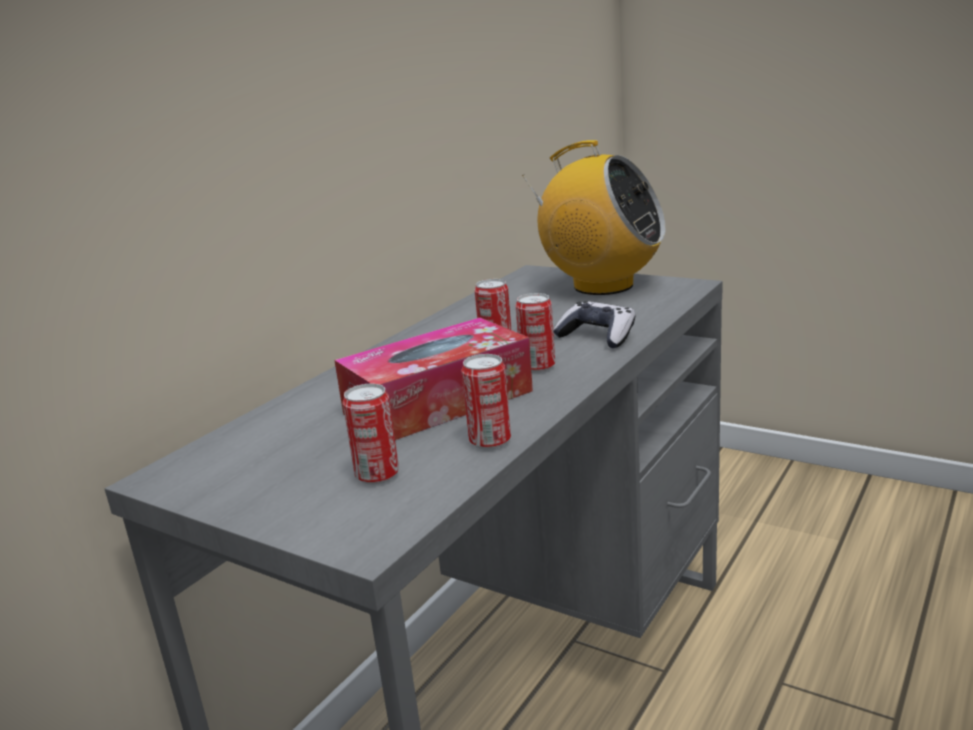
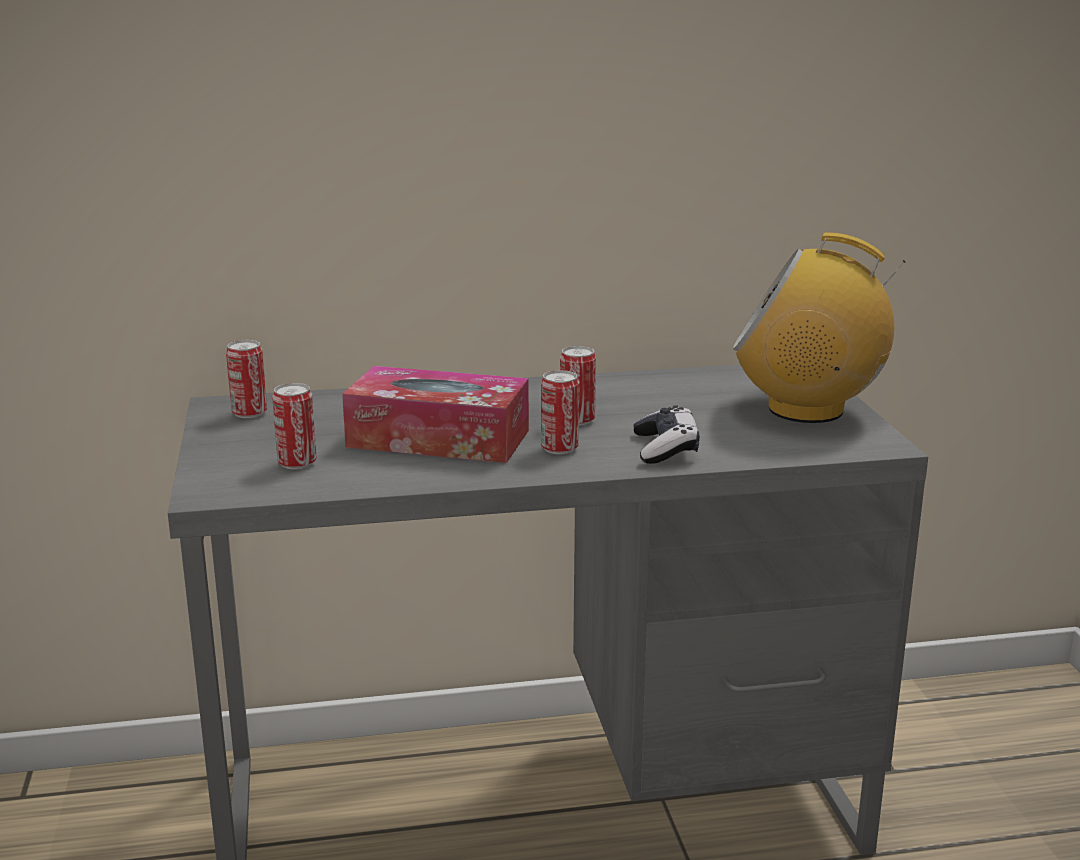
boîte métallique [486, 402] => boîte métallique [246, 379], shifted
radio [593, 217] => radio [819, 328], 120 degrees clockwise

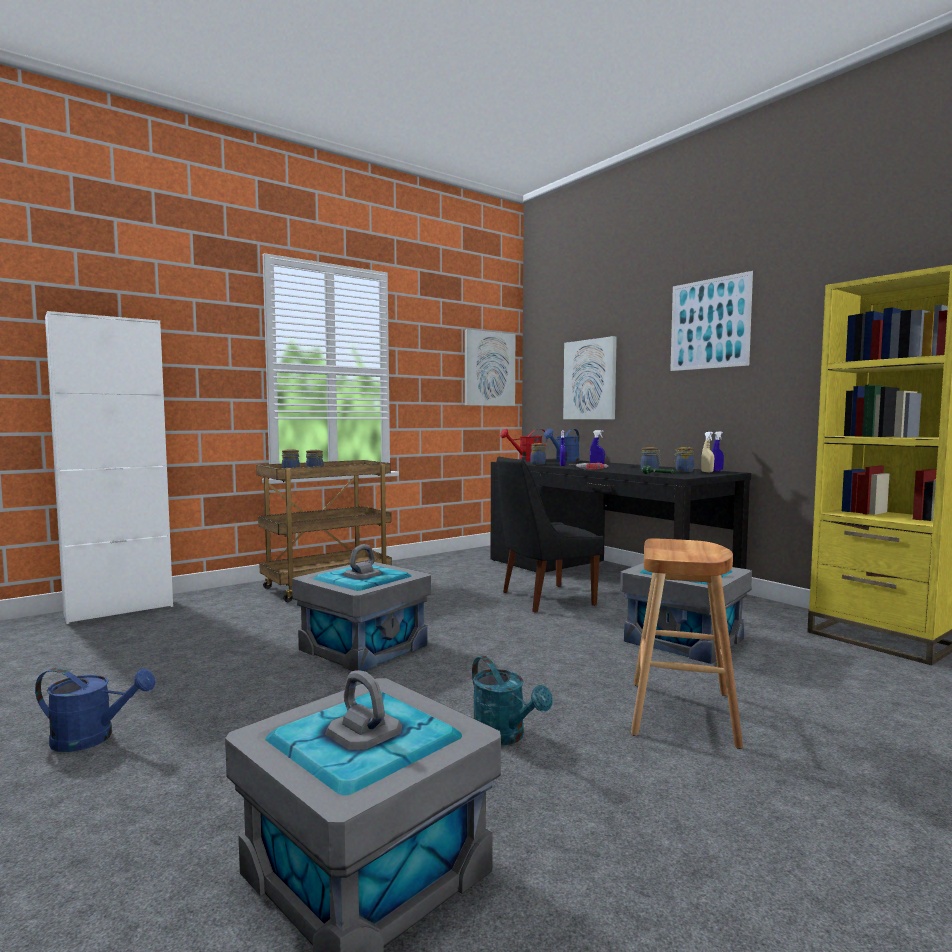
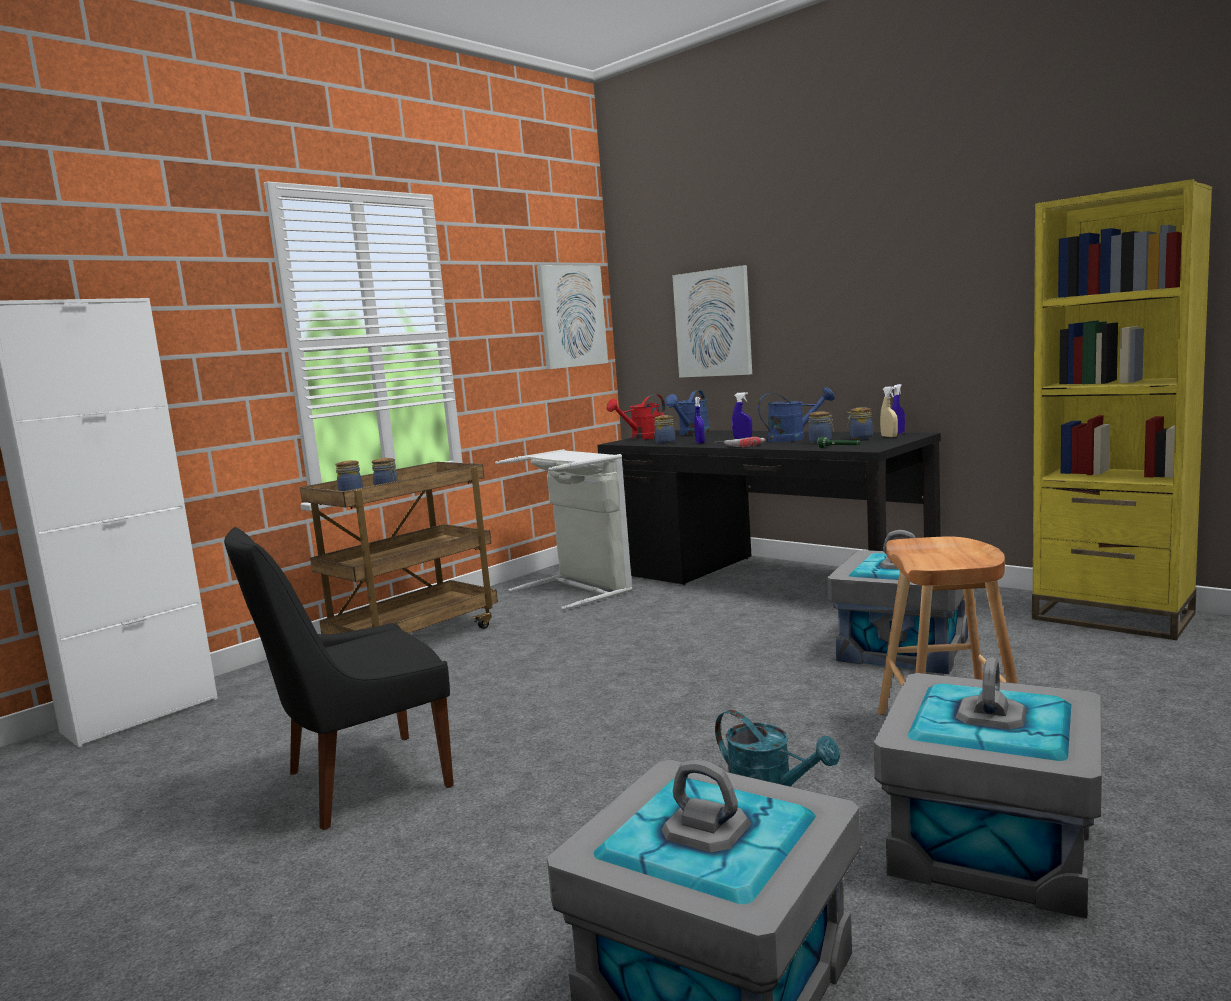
chaise (noir) [550, 535] => chaise (noir) [339, 678], shifted
nothing => panier à linge (gris) [563, 529]
arrosoir (bleu) [95, 710] => arrosoir (bleu) [796, 414], shifted
boîte de rangement (gris) [361, 607] => boîte de rangement (gris) [988, 787], shifted
tableau [711, 321] => nothing

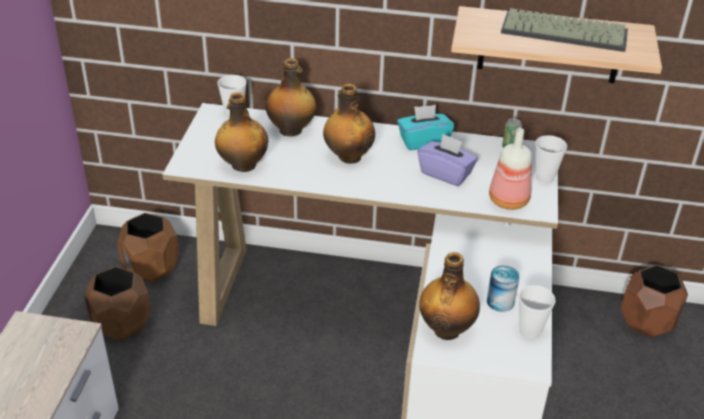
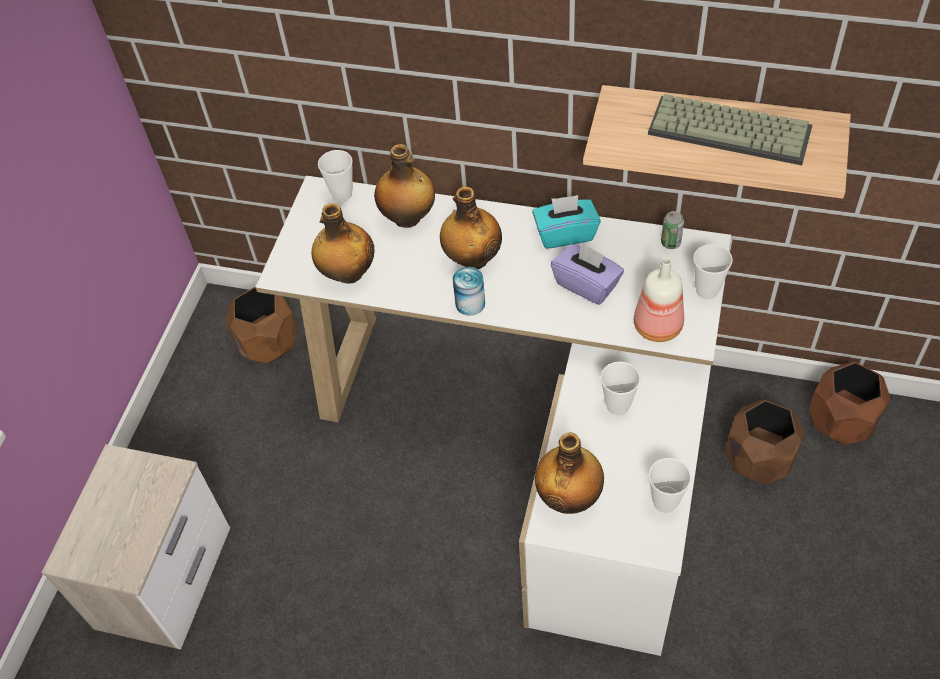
boîte métallique [503, 288] => boîte métallique [469, 291], shifted
nothing => tasse [620, 388]
cache-pot (marron) [117, 303] => cache-pot (marron) [765, 441], shifted

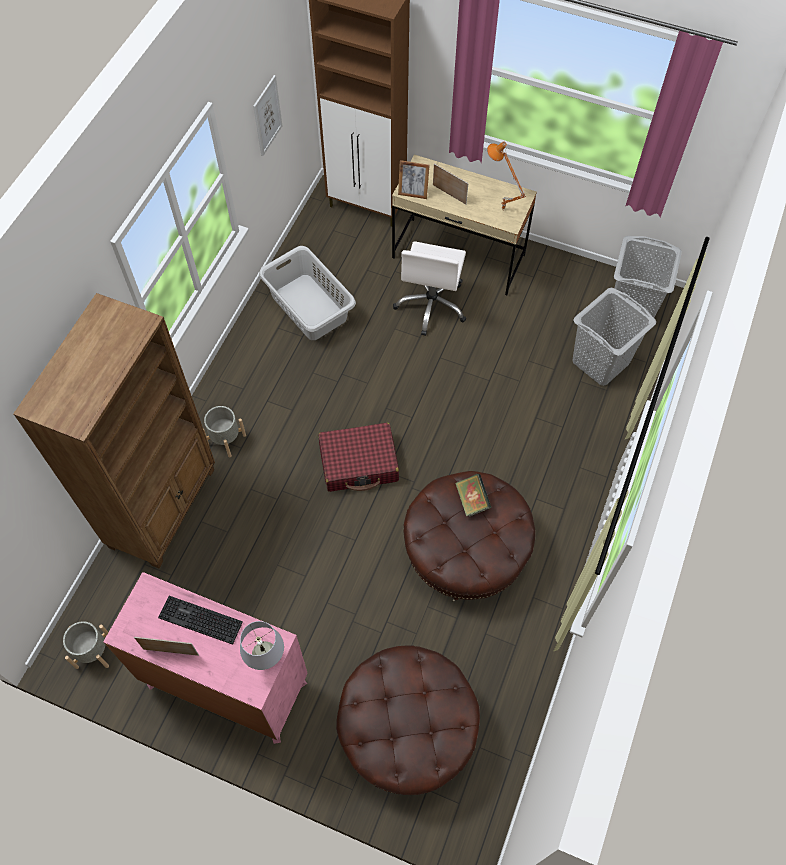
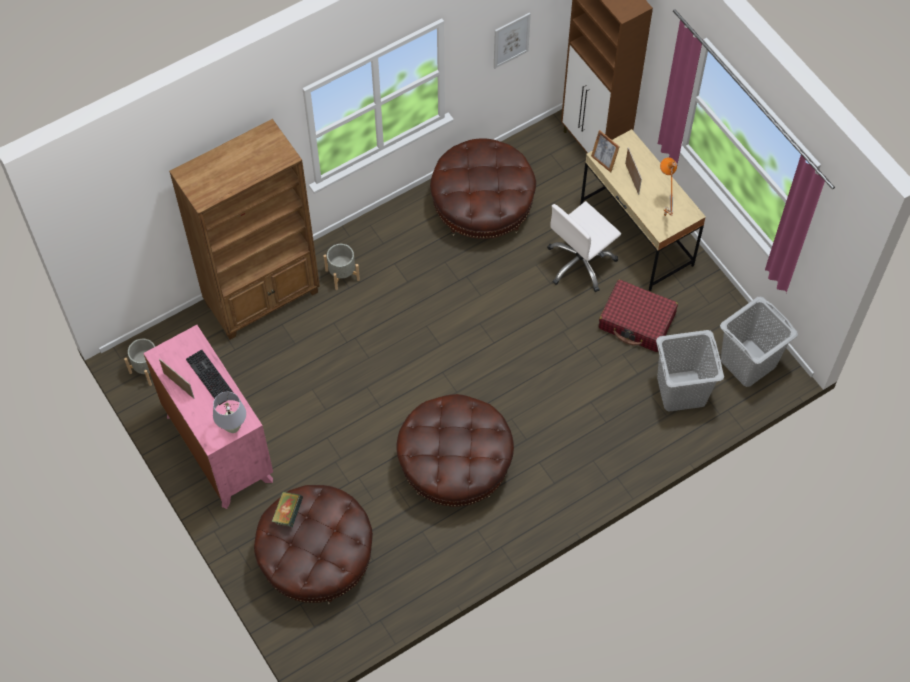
livre [473, 495] => livre [287, 509], shifted
panier à linge (gris) [307, 293] => pouf (marron) [483, 188]
valise (rouge) [358, 457] => valise (rouge) [638, 315], shifted

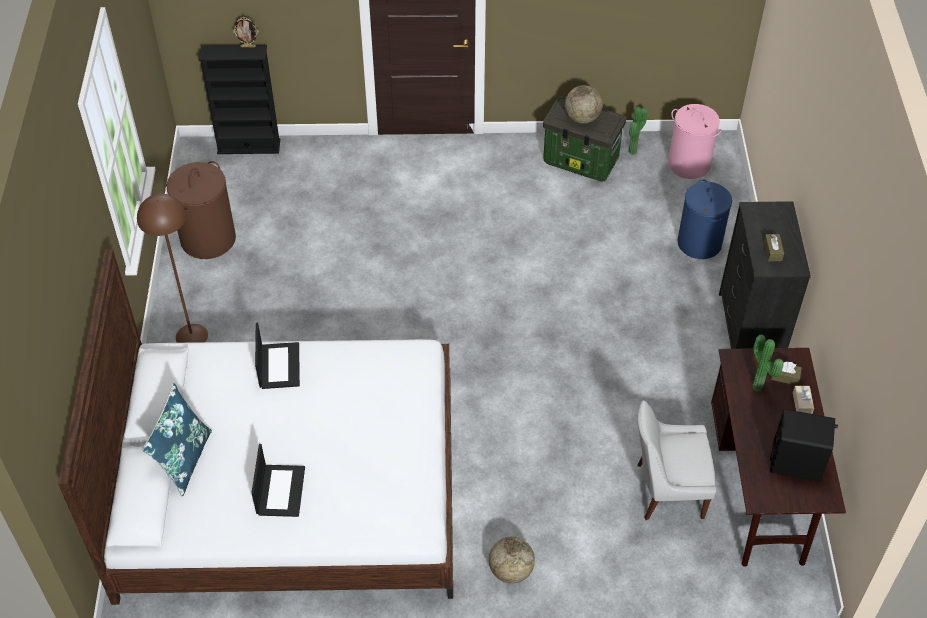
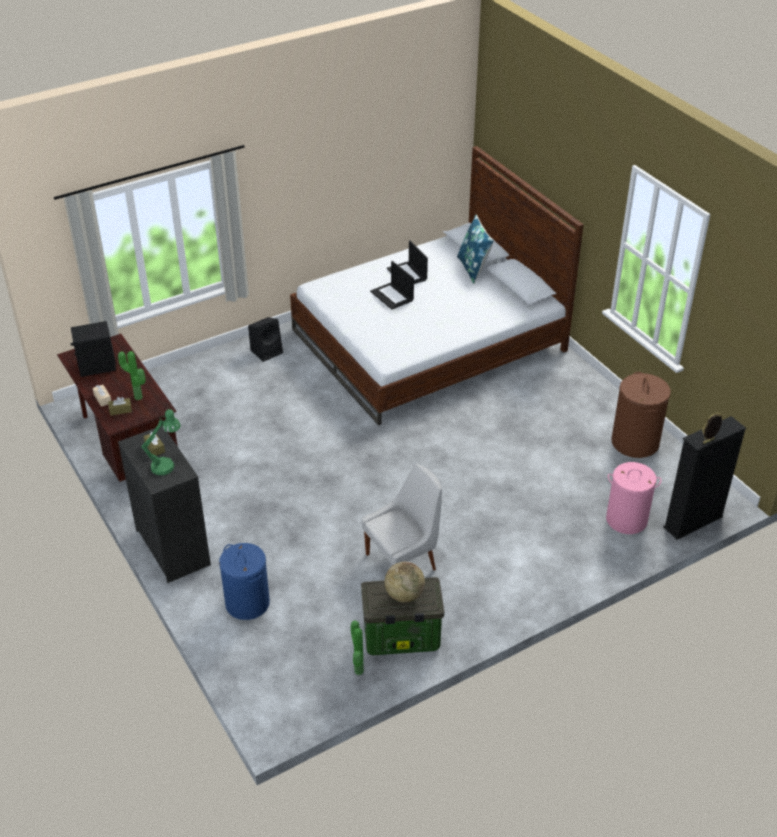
nothing => lampe de table (vert) [161, 442]
globe [512, 560] => enceinte (noir) [265, 339]
chaise (blanc) [676, 460] => chaise (blanc) [402, 517], shifted
ordinateur portable [277, 356] => ordinateur portable [392, 285], shifted
panier à linge (rose) [695, 141] => panier à linge (rose) [633, 498], shifted
lampadaire (marron) [172, 268] => nothing

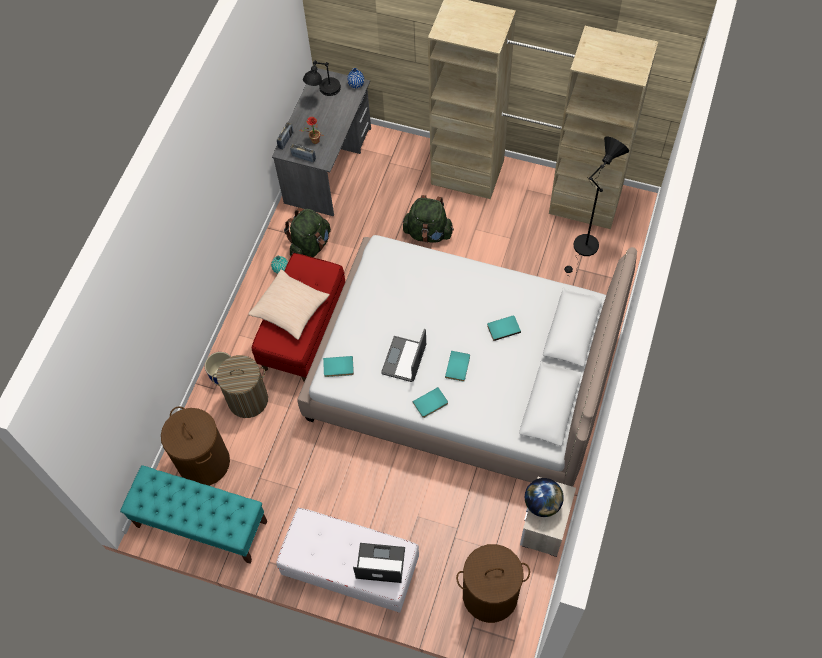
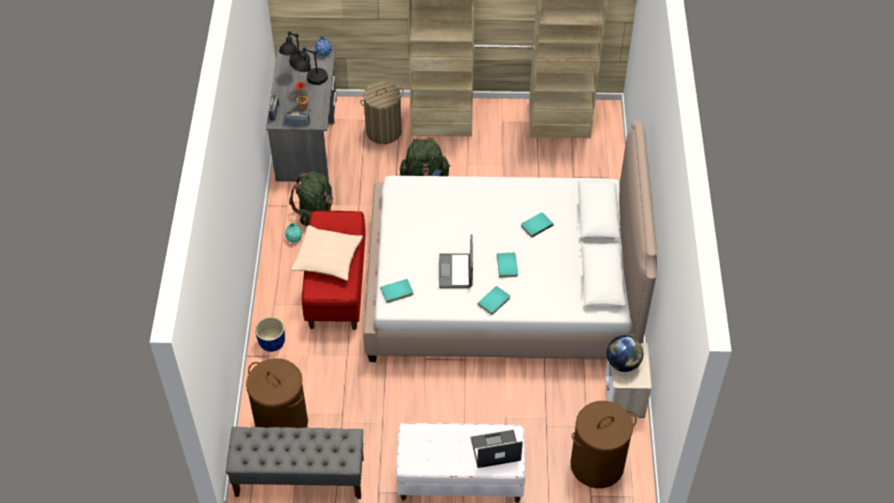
banc (turquoise) [193, 514] => banc (gris) [295, 463]
nothing => lampe de table (noir) [310, 66]
panier à linge [240, 386] => panier à linge [382, 113], shifted
lampadaire (noir) [596, 205] => nothing

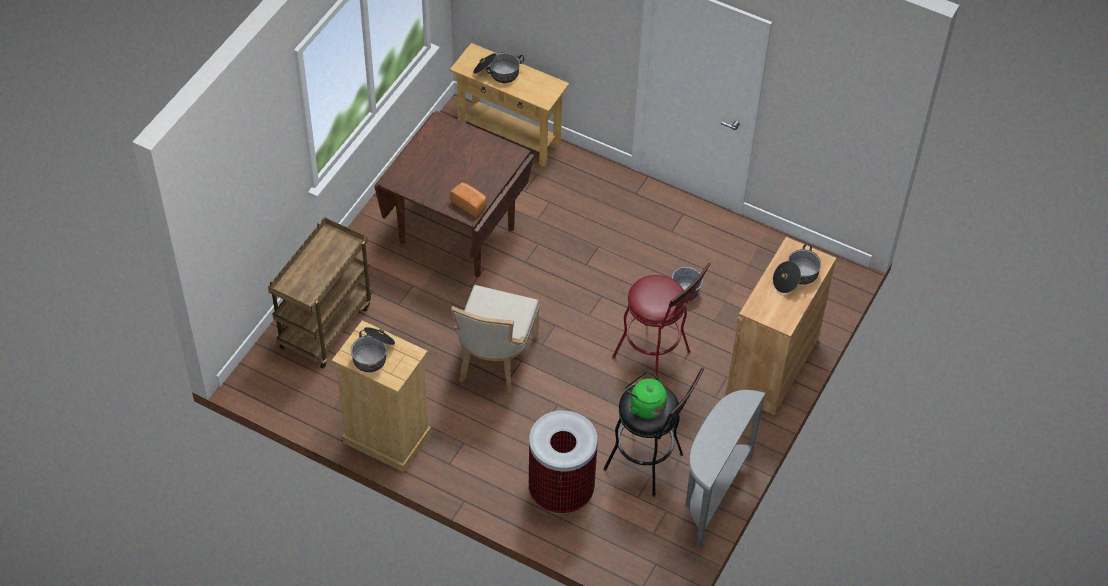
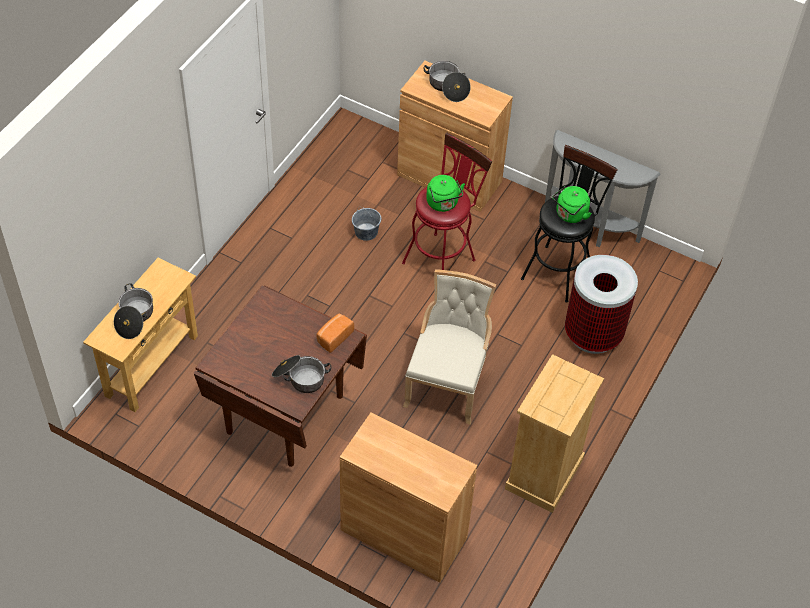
marmite [373, 349] => marmite [301, 374], shifted
chariot (marron) [320, 293] => meuble de rangement (marron) [408, 497]
chaise (beige) [495, 339] => chaise (beige) [449, 347], 90 degrees counterclockwise
nothing => bouilloire (vert) [445, 193]

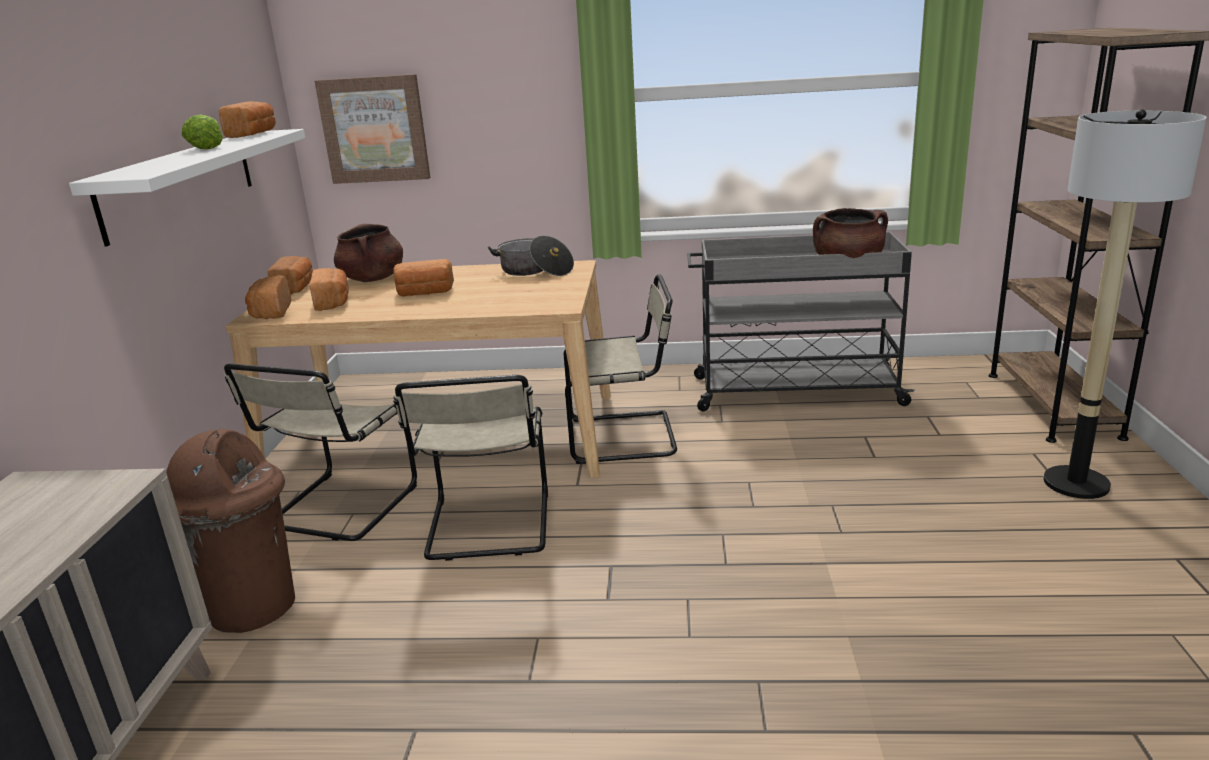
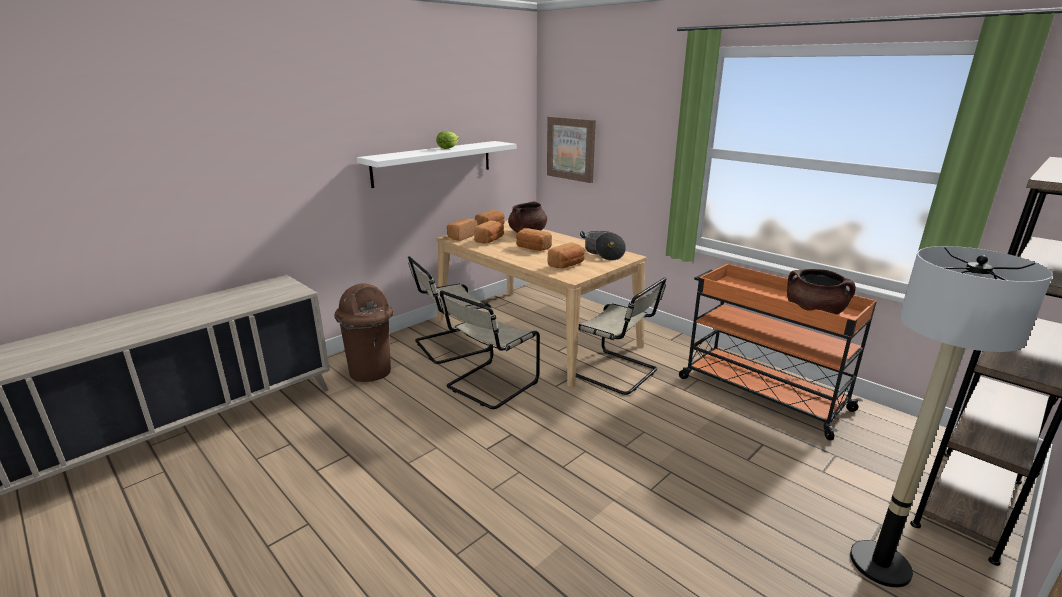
pain [247, 119] => pain [566, 255], shifted
chariot (gris) [801, 321] => chariot (orange) [778, 352]

